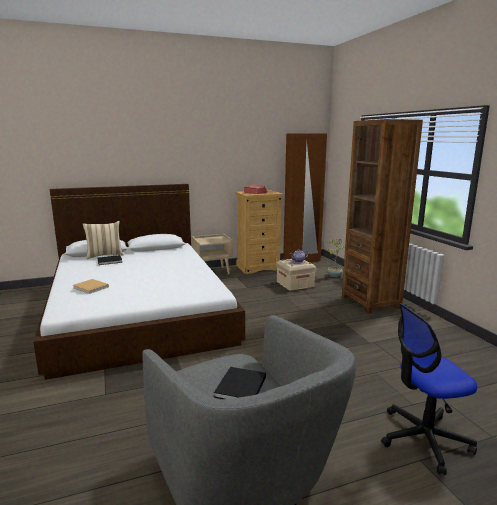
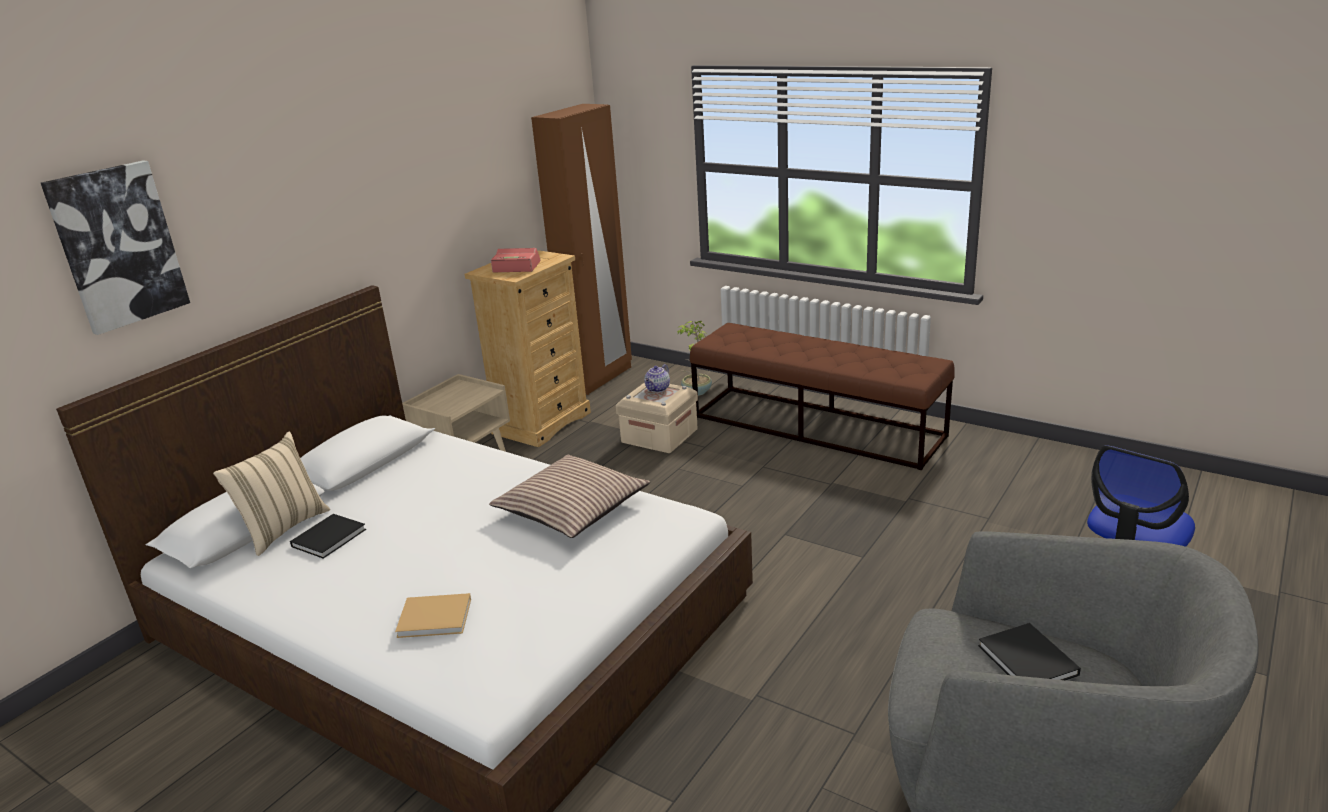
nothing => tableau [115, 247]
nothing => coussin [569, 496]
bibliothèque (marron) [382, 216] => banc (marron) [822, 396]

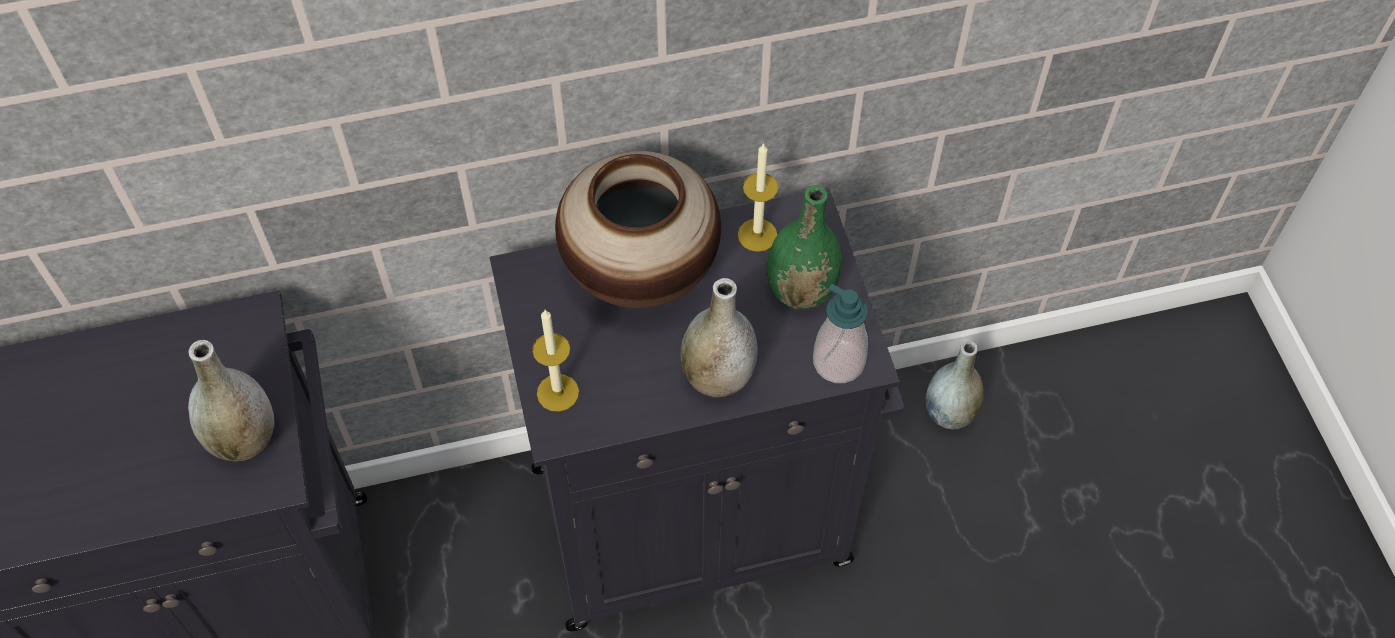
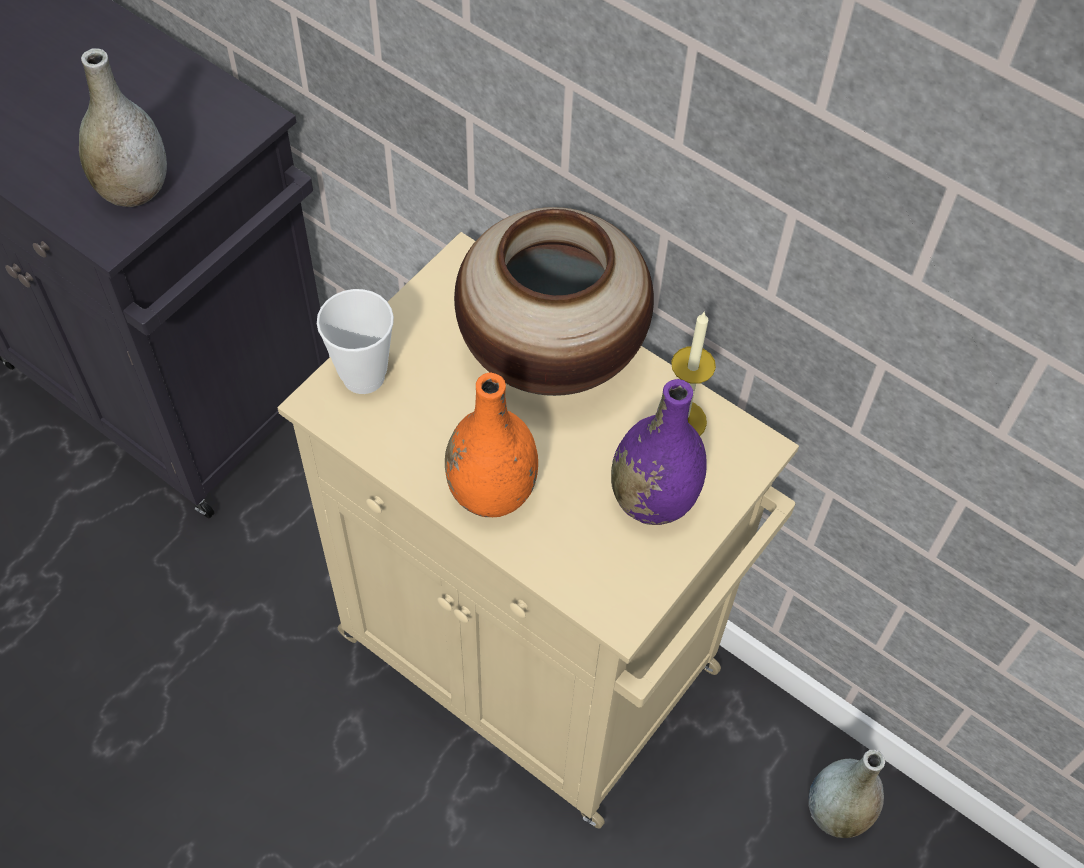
meuble de rangement (noir) [697, 409] => meuble de rangement (beige) [538, 530]
bougie [555, 361] => tasse [355, 341]
vase (gris) [719, 337] => vase (orange) [491, 445]
vase (vert) [804, 247] => vase (violet) [659, 452]
distributeur de savon [840, 333] => nothing

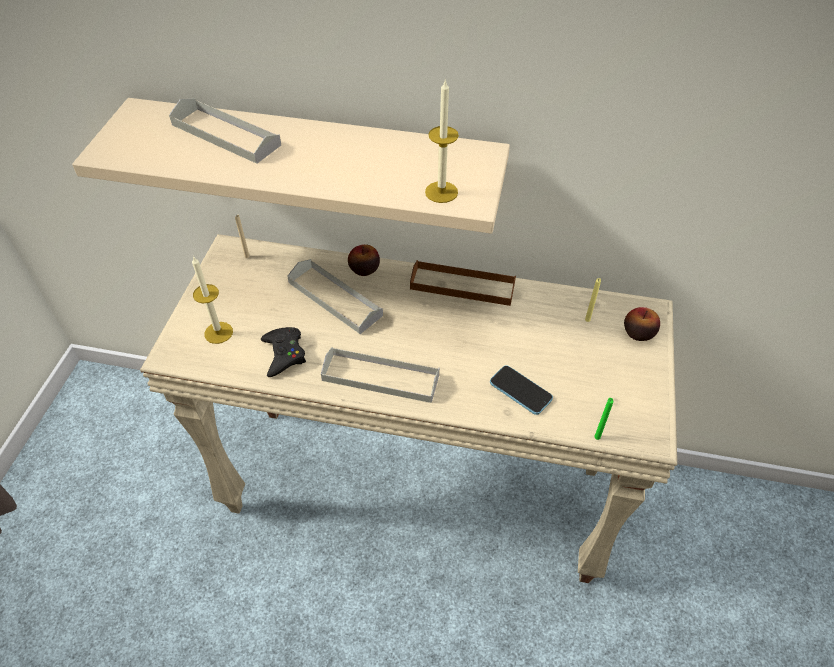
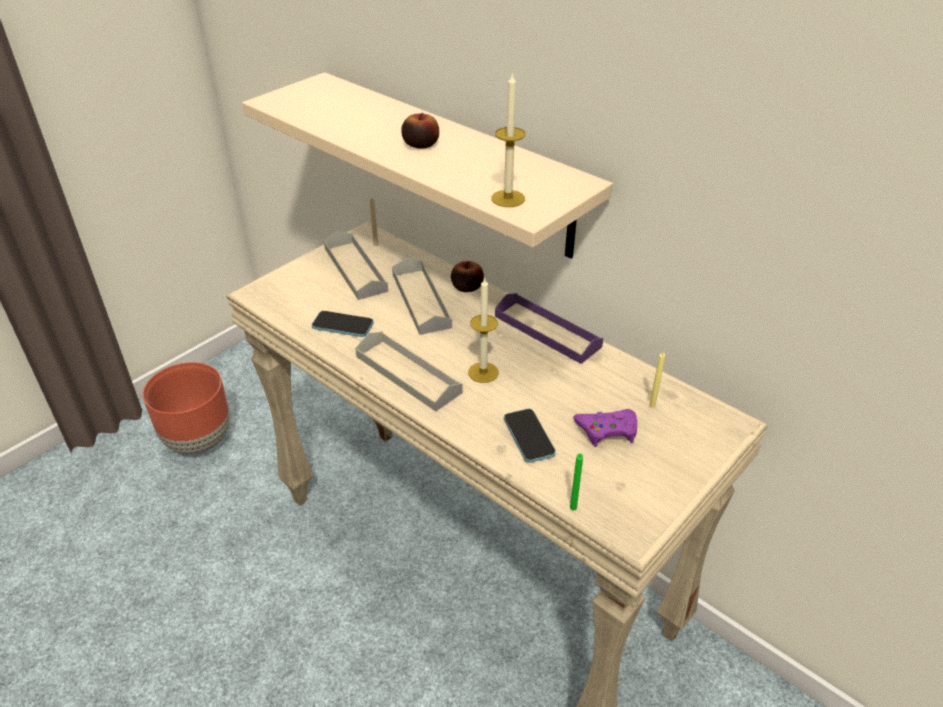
nothing => cache-pot (marron) [186, 408]
manette (noir) [283, 352] => téléphone [343, 324]
plateau (gris) [225, 131] => plateau (gris) [356, 265], shifted
pomme [642, 324] => pomme [420, 130], shifted
bougie [212, 300] => bougie [483, 330], shifted
plateau (marron) [463, 283] => plateau (violet) [549, 328]
nothing => manette (violet) [605, 428]

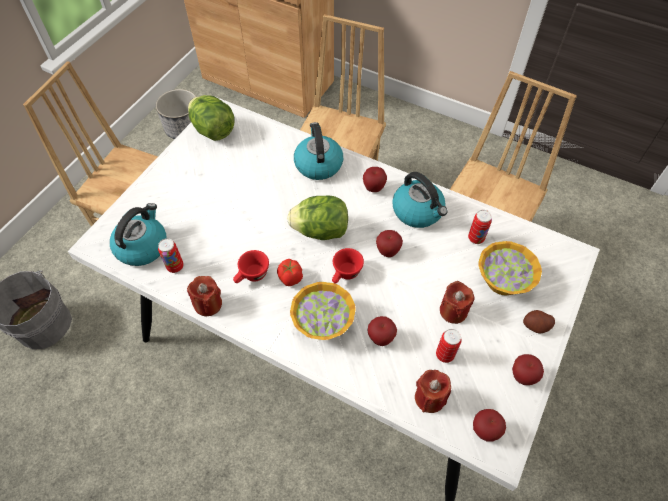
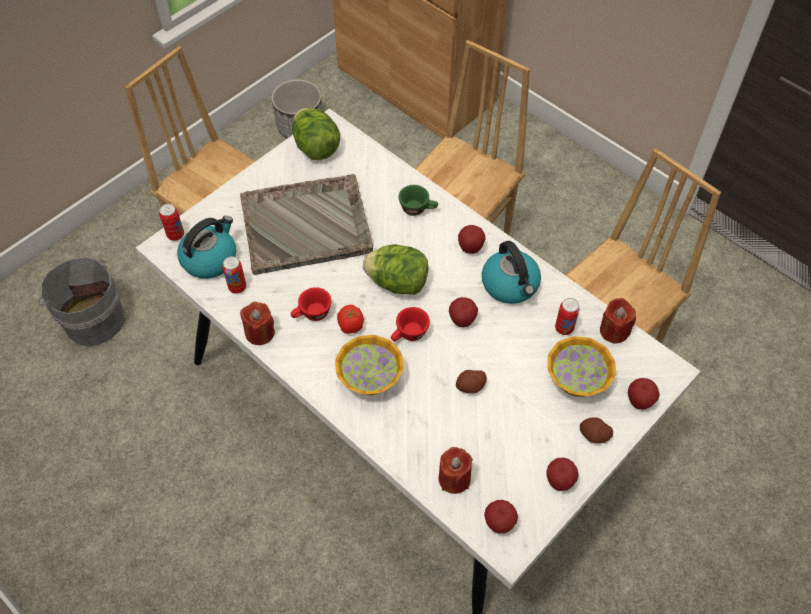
boîte métallique [449, 346] => boîte métallique [171, 222], shifted
nothing => plateau (gris) [306, 224]
bouilloire [318, 151] => tasse (vert) [418, 200]
nothing => pomme de terre [471, 382]
bougie (rouge) [457, 302] => bougie (rouge) [618, 320], shifted
pomme [382, 331] => pomme [644, 394], shifted

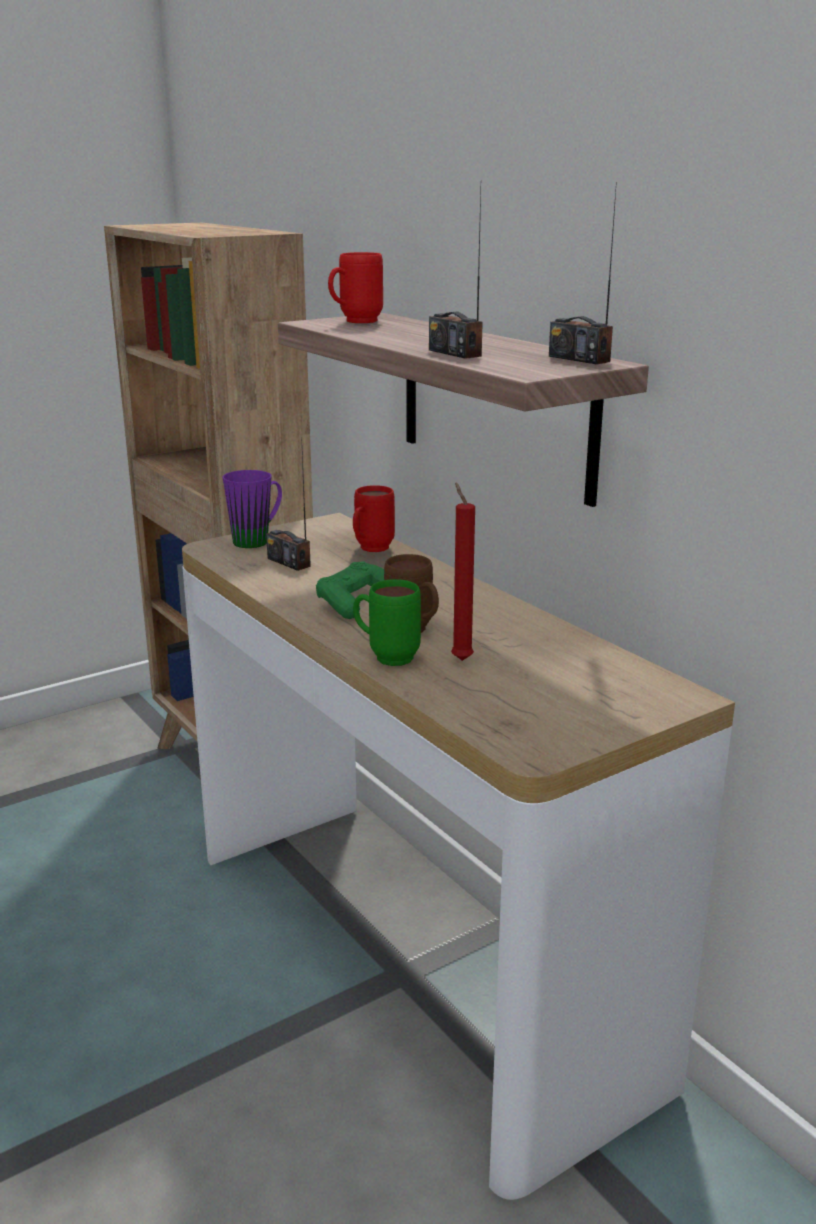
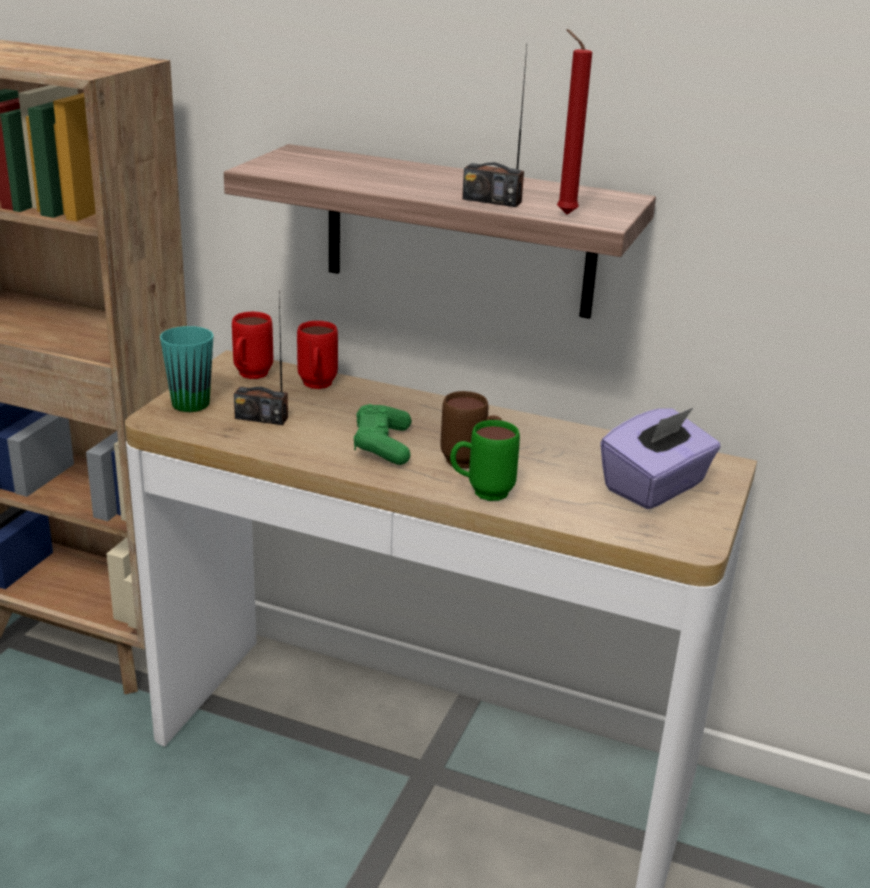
mug (violet) [252, 509] => mug (turquoise) [187, 369]
mug (rouge) [355, 287] => mug (rouge) [252, 345], shifted
bougie (rouge) [463, 572] => bougie (rouge) [574, 122], shifted
nothing => boîte à mouchoirs (violet) [660, 458]
radio [583, 272] => nothing

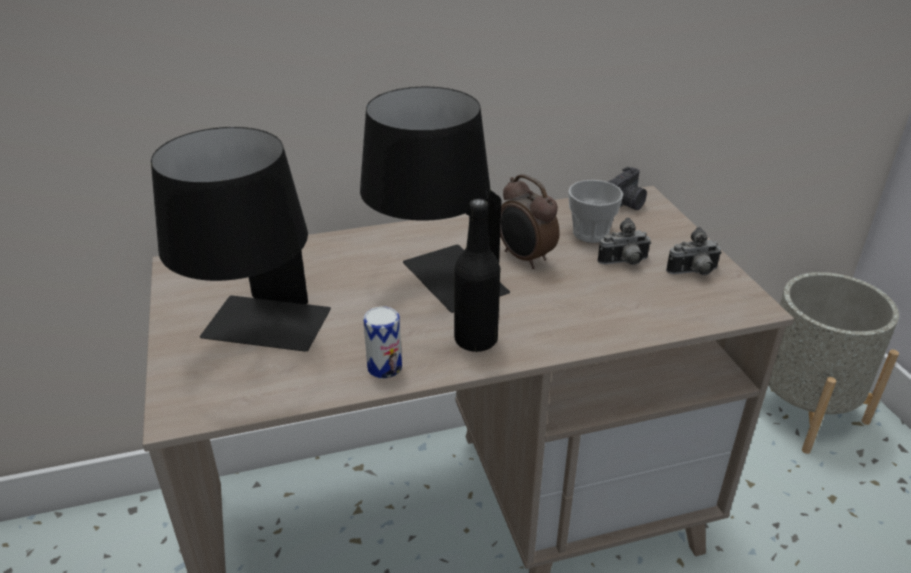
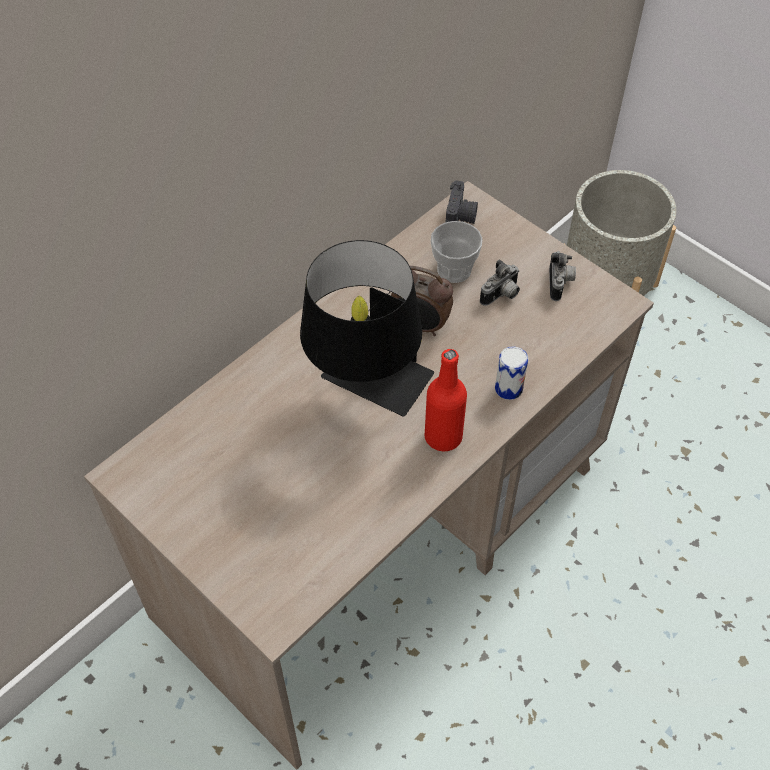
bouteille (noir) [477, 275] => bouteille (rouge) [446, 400]
boîte métallique [382, 342] => boîte métallique [511, 373], shifted
appareil photo [694, 251] => appareil photo [562, 276], 45 degrees counterclockwise
lampe de table (noir) [241, 239] => nothing

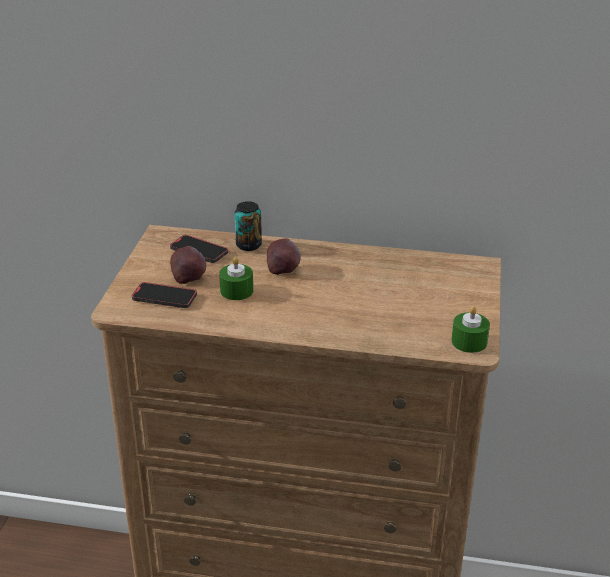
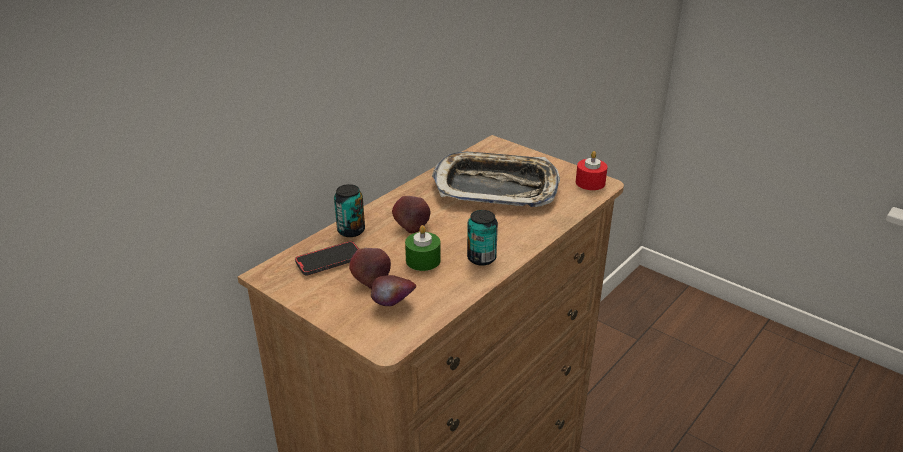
téléphone [164, 295] => pomme [393, 290]
nothing => plateau [496, 179]
nothing => boîte métallique [482, 238]
bougie (vert) [470, 329] => bougie (rouge) [592, 170]

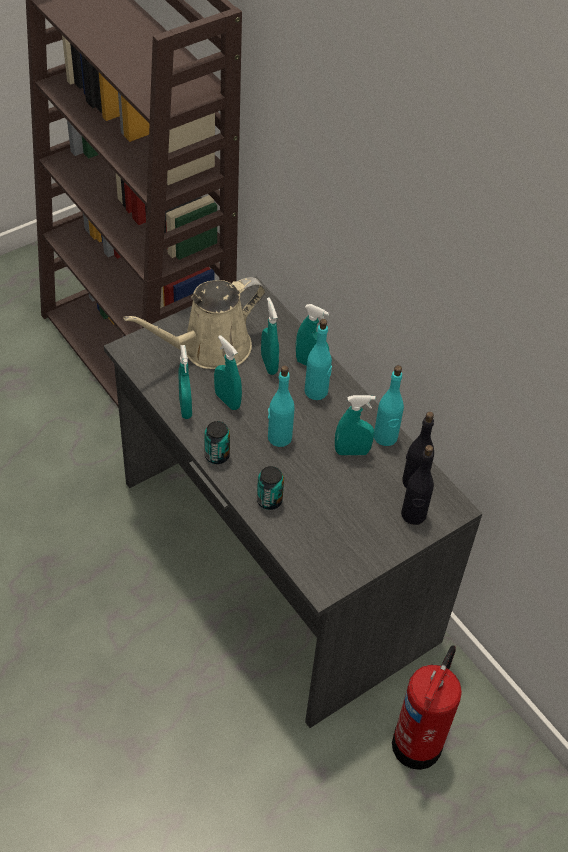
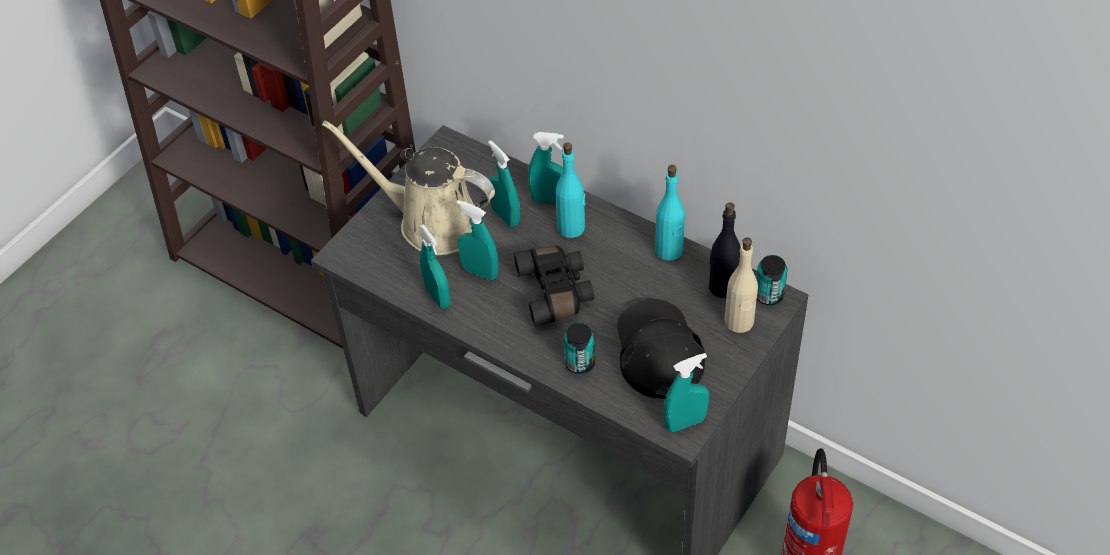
arrosoir (beige) [194, 323] => arrosoir (beige) [408, 187], 75 degrees clockwise
bouteille (turquoise) [281, 406] => jumelles (noir) [554, 286]
nothing => casquette (noir) [661, 349]
vaporisateur (turquoise) [355, 425] => vaporisateur (turquoise) [686, 392], shifted
bouteille (noir) [417, 485] => bouteille (beige) [741, 285]
boîte métallique [217, 442] => boîte métallique [771, 280], shifted

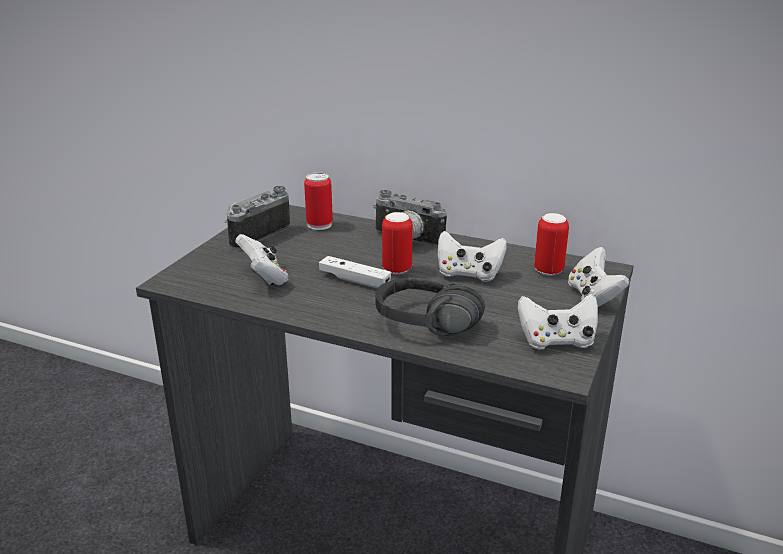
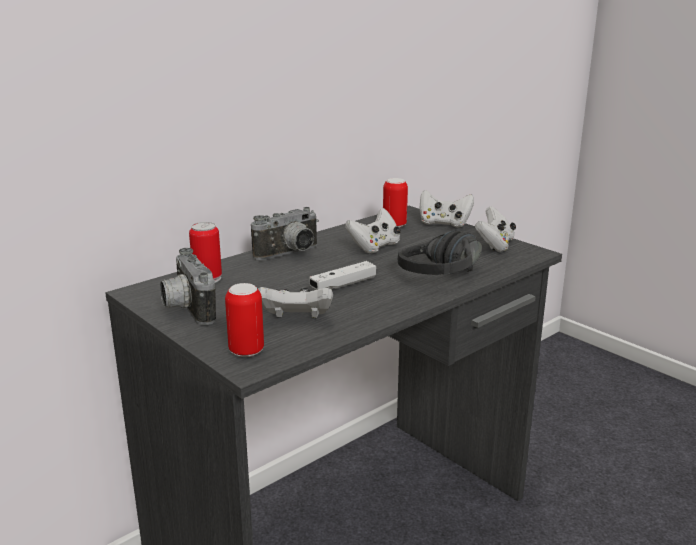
boîte métallique [397, 243] => boîte métallique [244, 320], shifted

